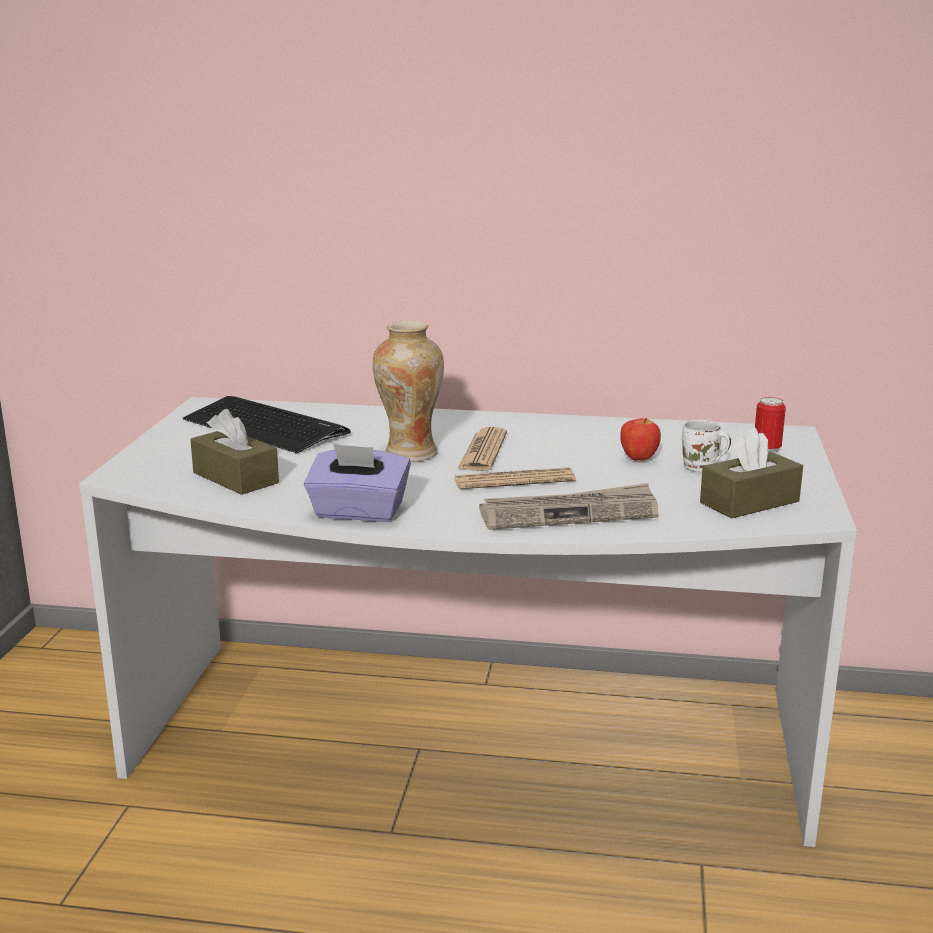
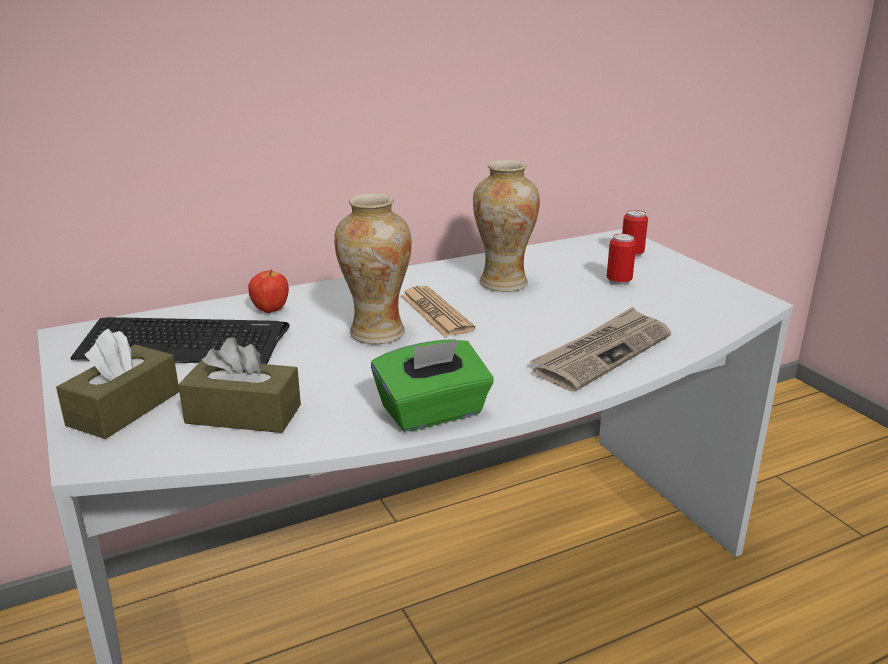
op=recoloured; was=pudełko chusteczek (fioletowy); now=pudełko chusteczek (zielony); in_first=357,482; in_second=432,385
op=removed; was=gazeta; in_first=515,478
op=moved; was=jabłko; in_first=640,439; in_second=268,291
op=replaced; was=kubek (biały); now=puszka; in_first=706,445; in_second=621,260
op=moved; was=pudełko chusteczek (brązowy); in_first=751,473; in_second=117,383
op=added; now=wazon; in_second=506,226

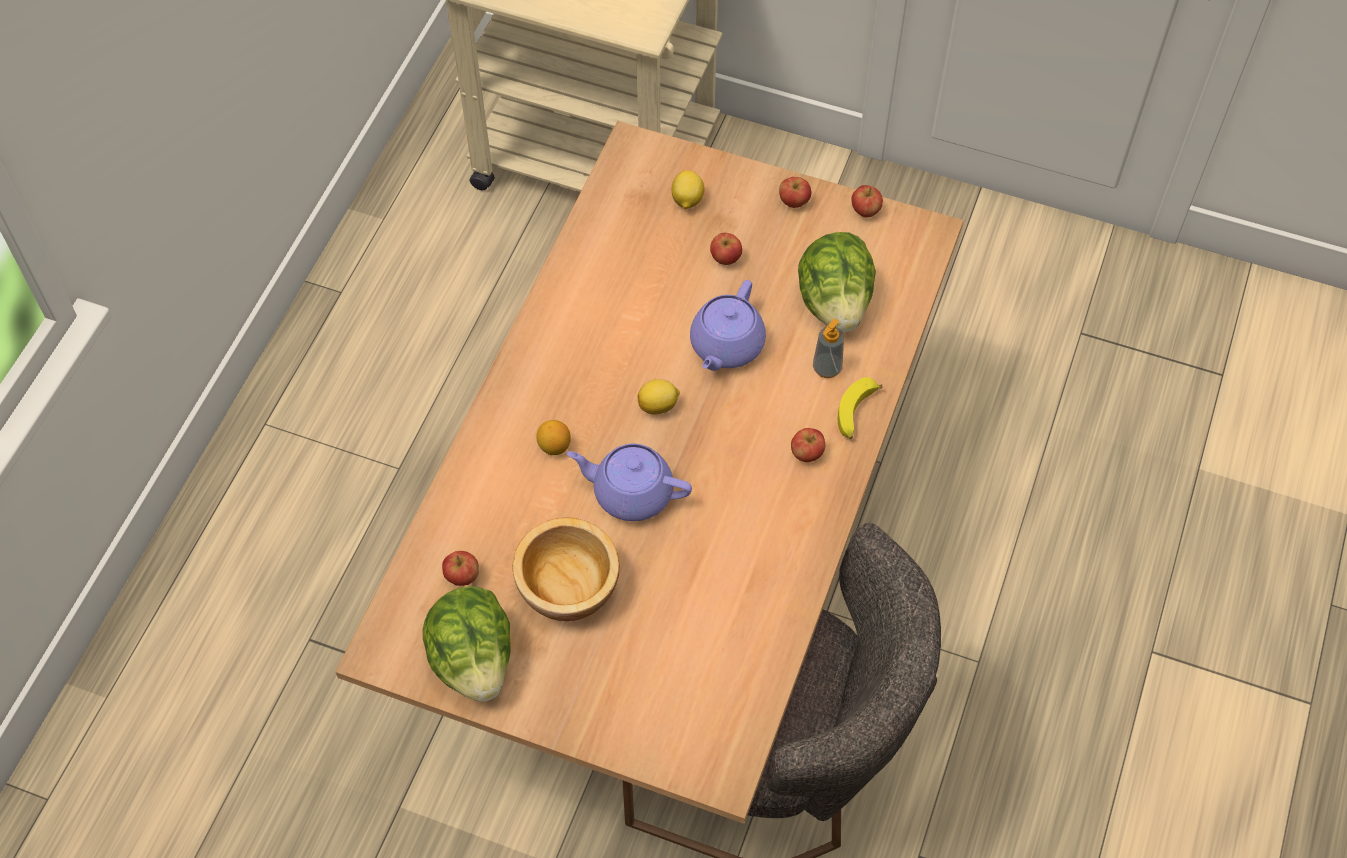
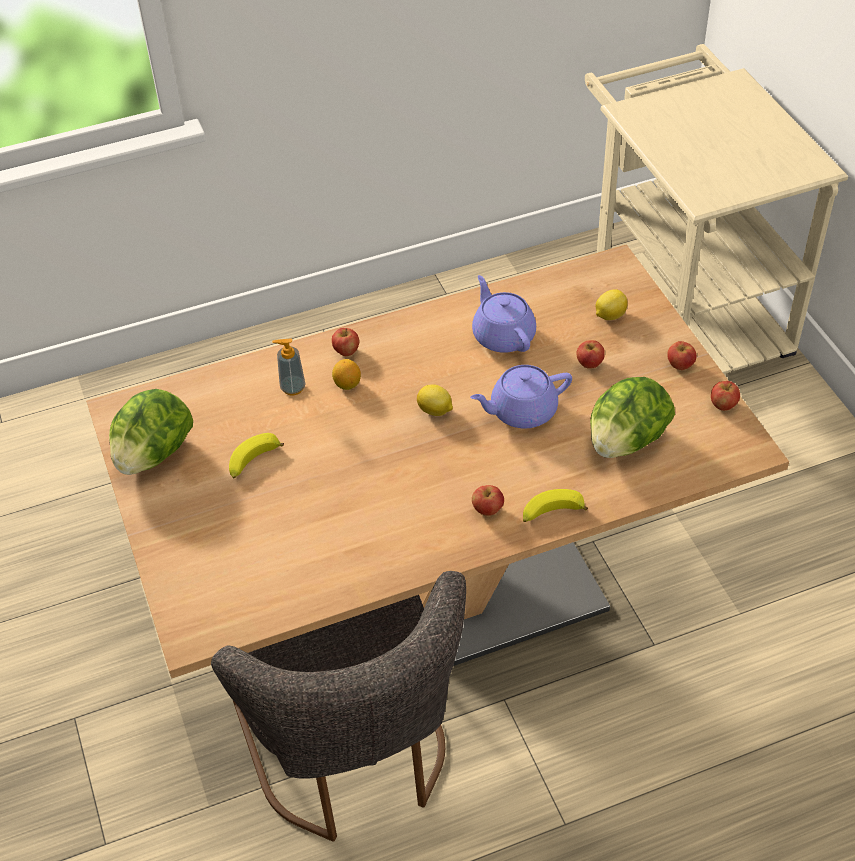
op=moved; was=jabłko; in_first=460,568; in_second=345,342
op=replaced; was=miska; now=banan; in_first=566,569; in_second=256,455
op=moved; was=imbryk (fioletowy); in_first=629,482; in_second=504,314
op=moved; was=dozownik mydła; in_first=828,348; in_second=289,367

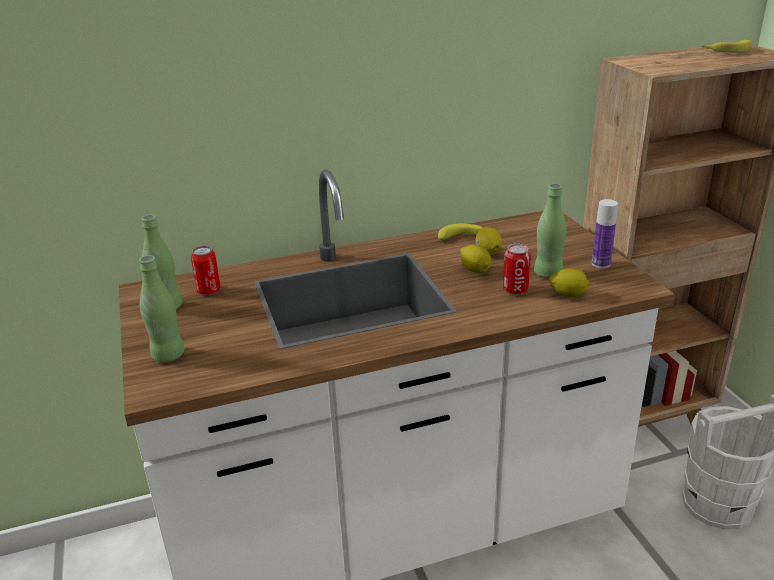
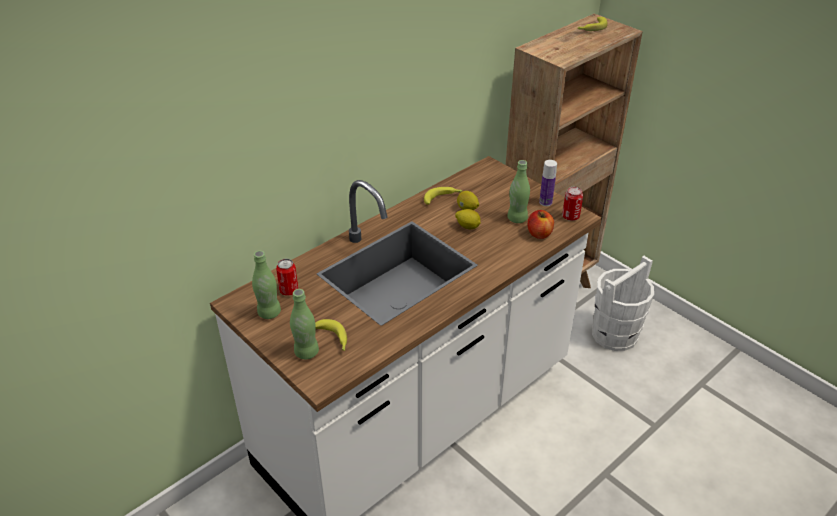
op=moved; was=puszka; in_first=517,269; in_second=572,204
op=replaced; was=cytryna; now=jabłko; in_first=569,282; in_second=541,224
op=added; now=banan; in_second=331,335

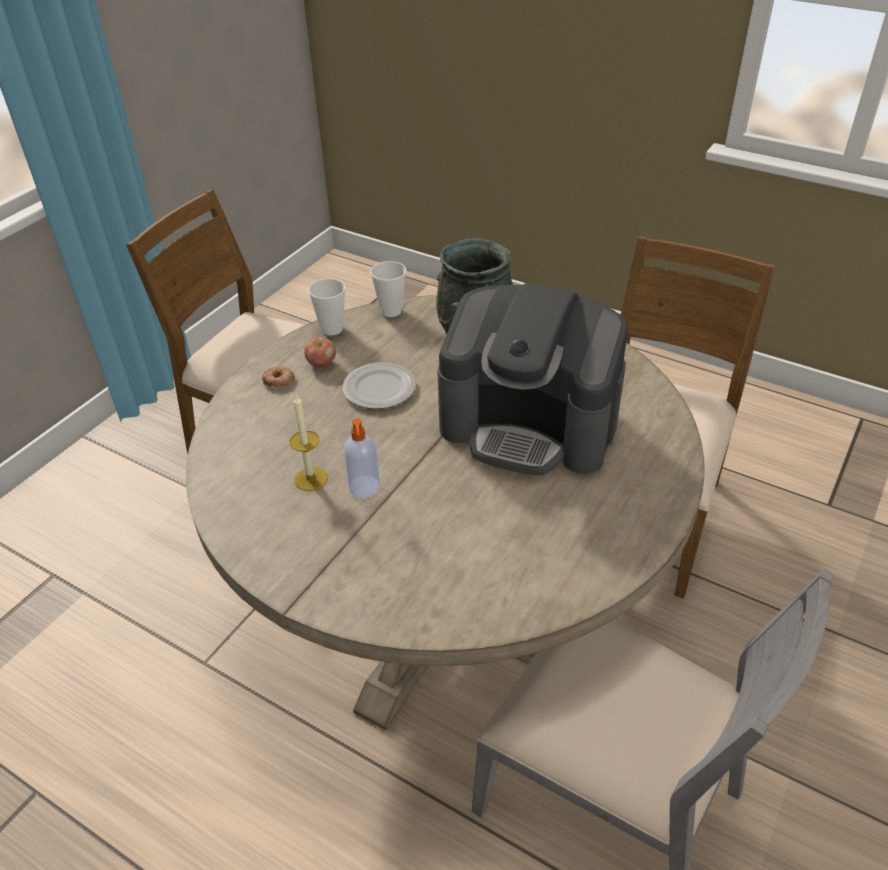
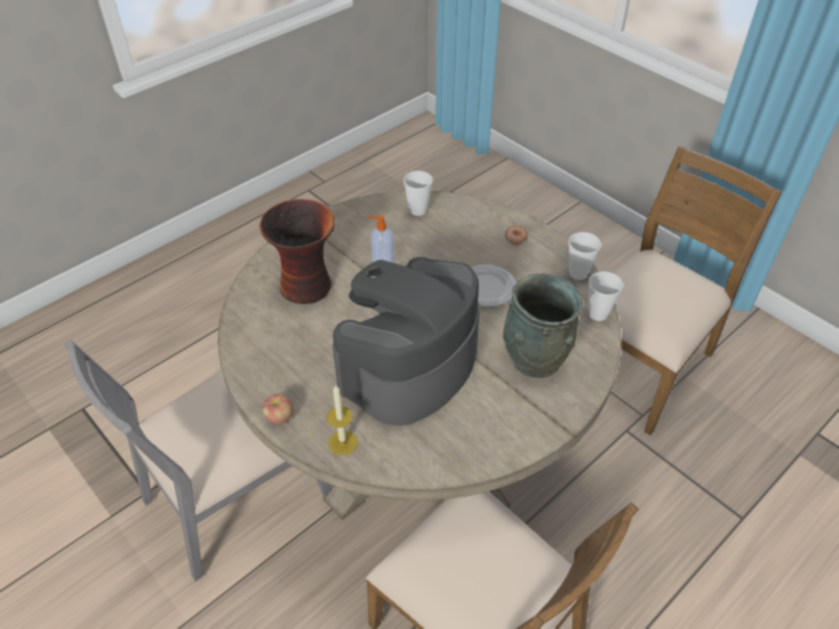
op=moved; was=świeca; in_first=309,442; in_second=342,419
op=moved; was=jabłko; in_first=320,352; in_second=278,409
op=added; now=wazon; in_second=297,251
op=added; now=filiżanka; in_second=418,193

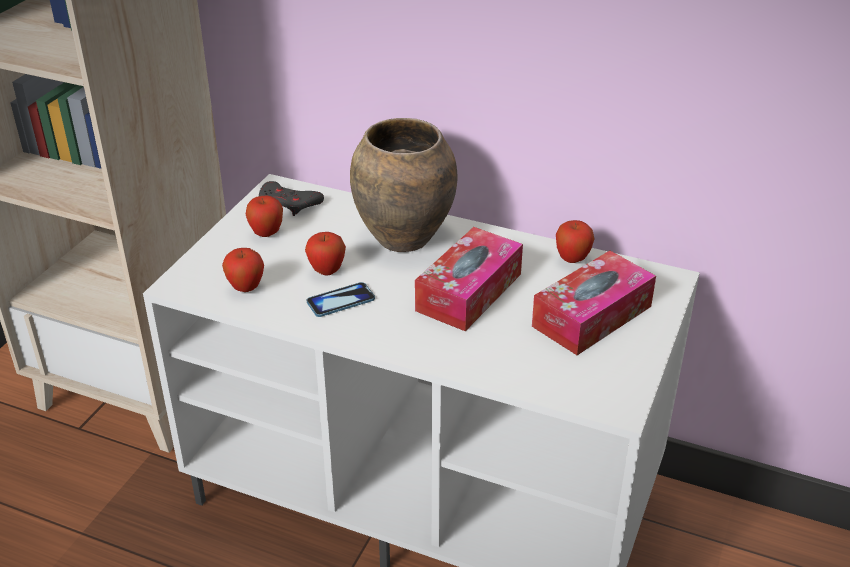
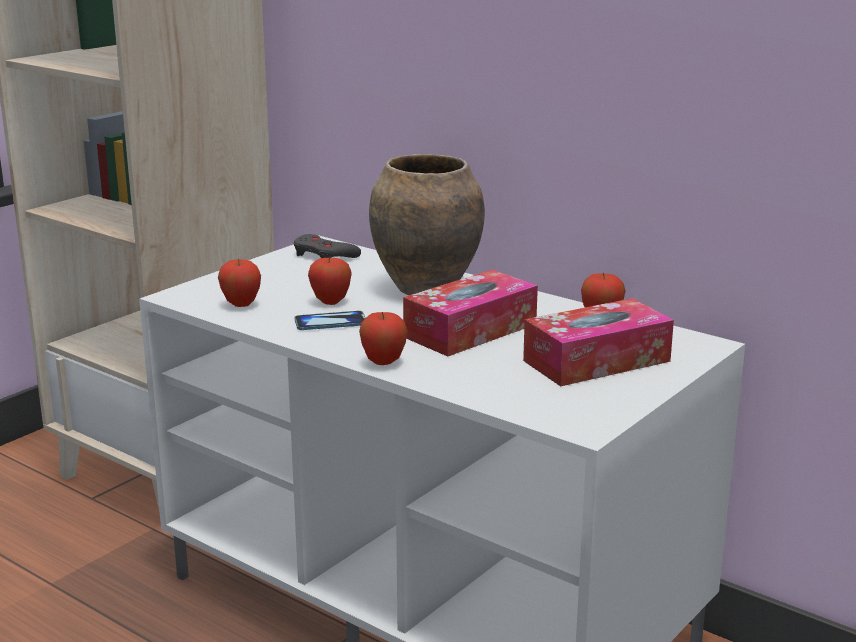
op=moved; was=jabłko; in_first=264,216; in_second=383,338

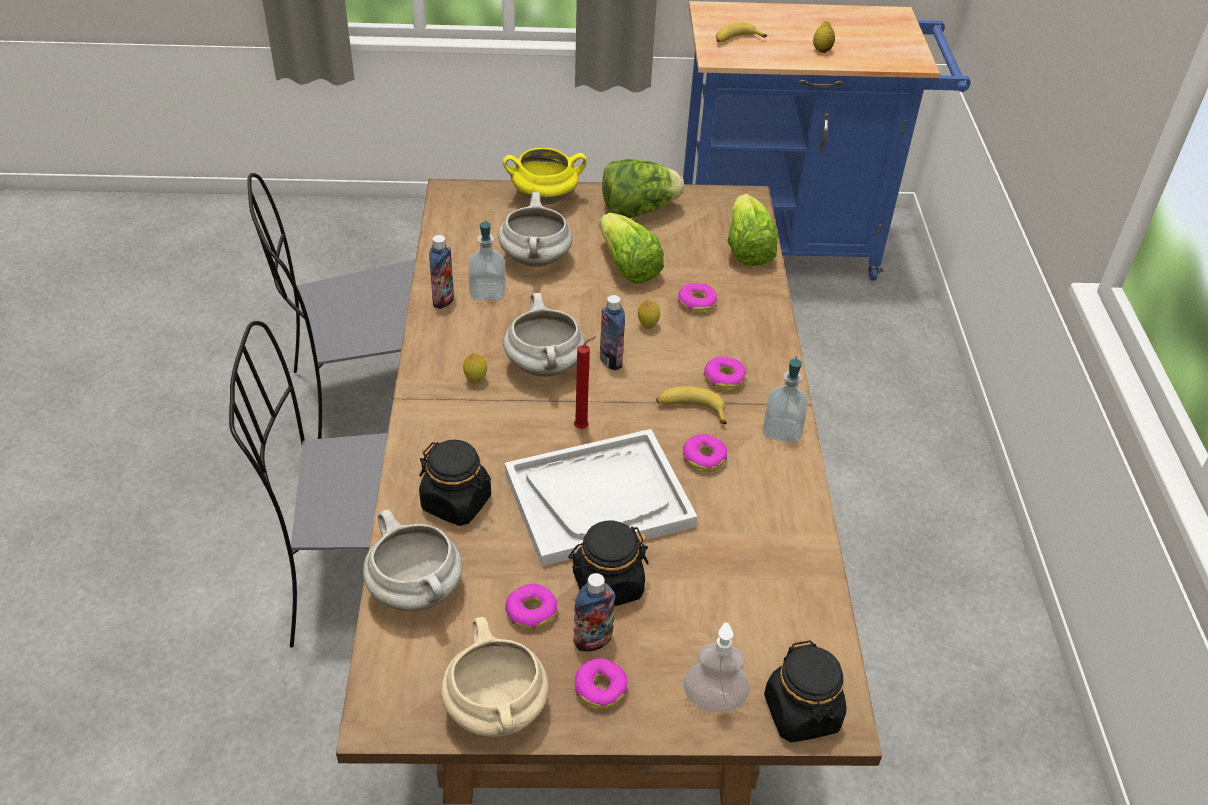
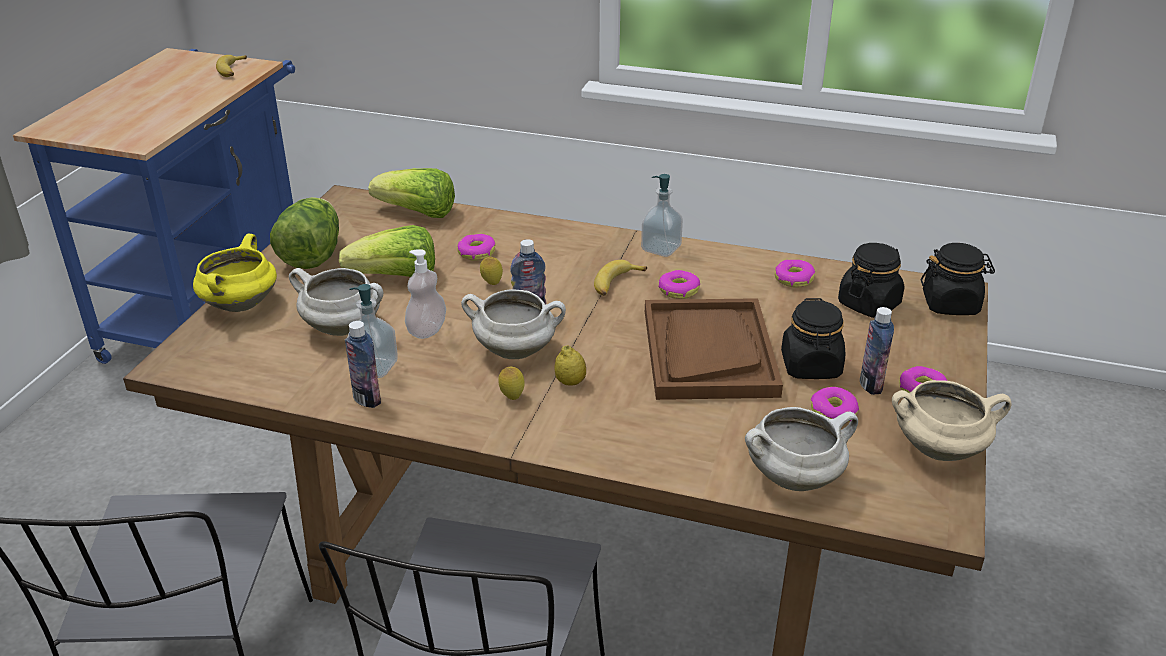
op=moved; was=słoik (czarny); in_first=455,483; in_second=871,280
op=recoloured; was=taca (biały); now=taca (brązowy); in_first=601,497; in_second=714,349
op=removed; was=świeca (czerwony); in_first=585,382
op=moved; was=dozownik mydła; in_first=716,667; in_second=425,294
op=moved; was=donut; in_first=725,373; in_second=795,274
op=moved; was=banan; in_first=741,33; in_second=231,66
op=moved; was=cytryna; in_first=824,37; in_second=570,365

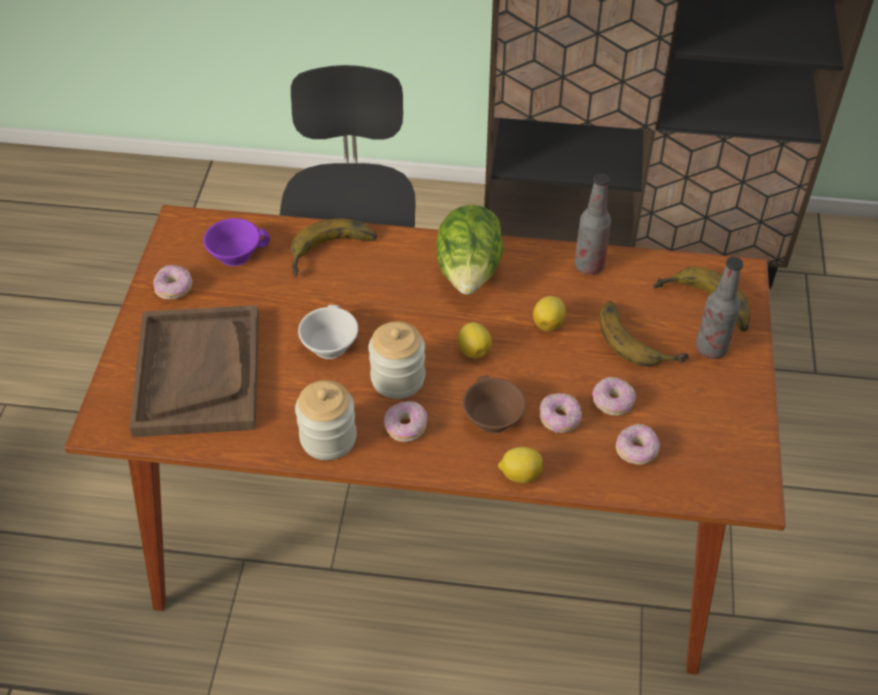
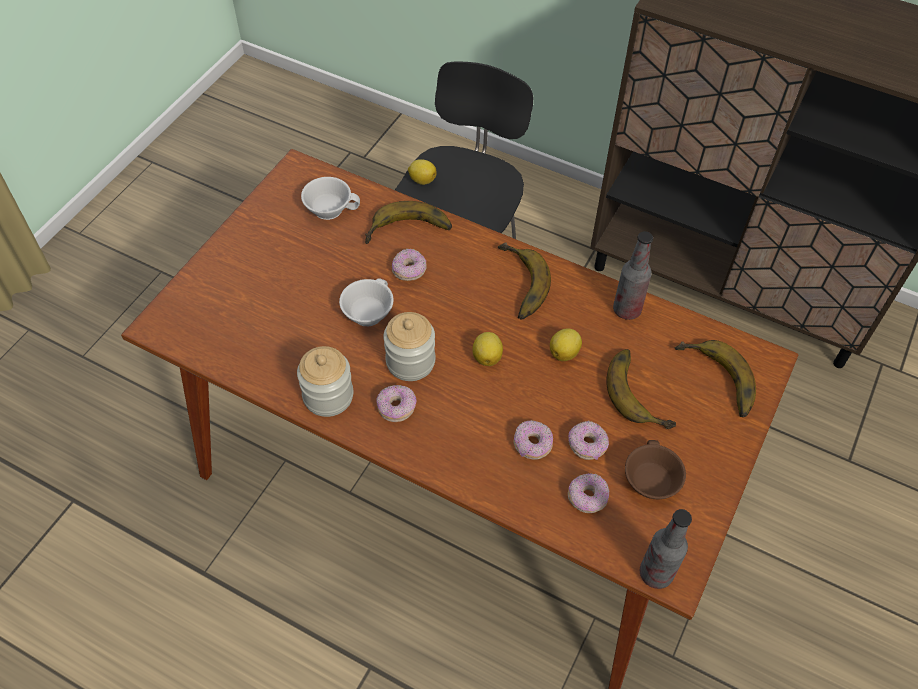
op=removed; was=taca (brązowy); in_first=194,371
op=moved; was=donut; in_first=172,282; in_second=409,264
op=recoloured; was=filiżanka (fioletowy); now=filiżanka (biały); in_first=236,242; in_second=330,198
op=replaced; was=sałata; now=banan; in_first=470,250; in_second=524,281
op=moved; was=filiżanka (brązowy); in_first=494,404; in_second=655,469
op=moved; was=cytryna; in_first=520,465; in_second=422,172
op=moved; was=butelka; in_first=719,308; in_second=666,549

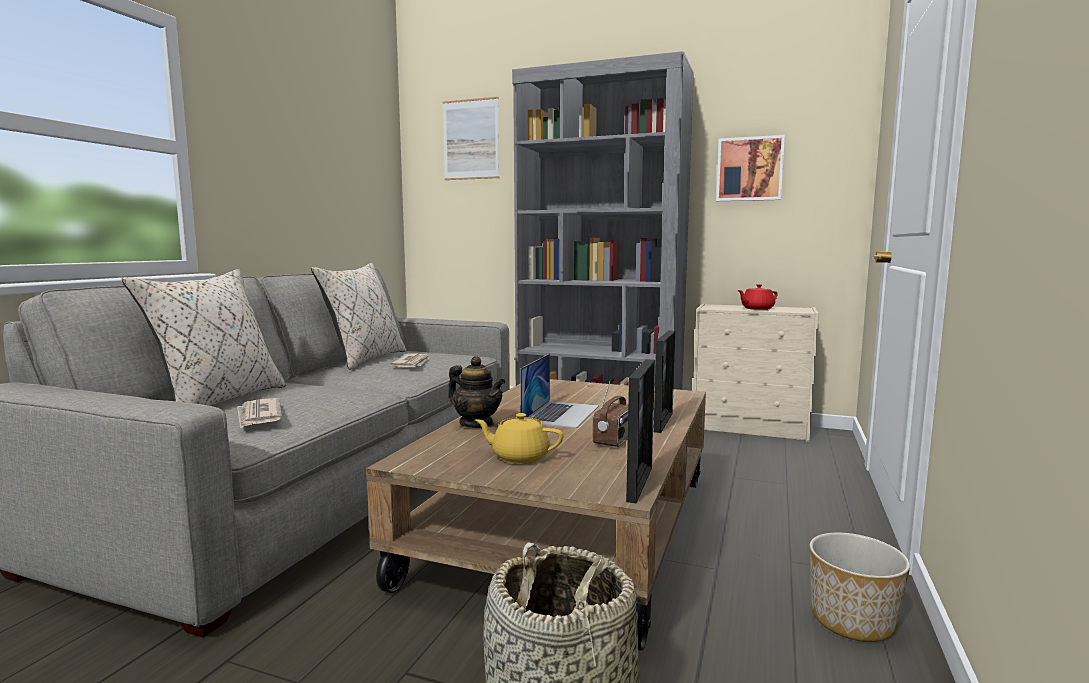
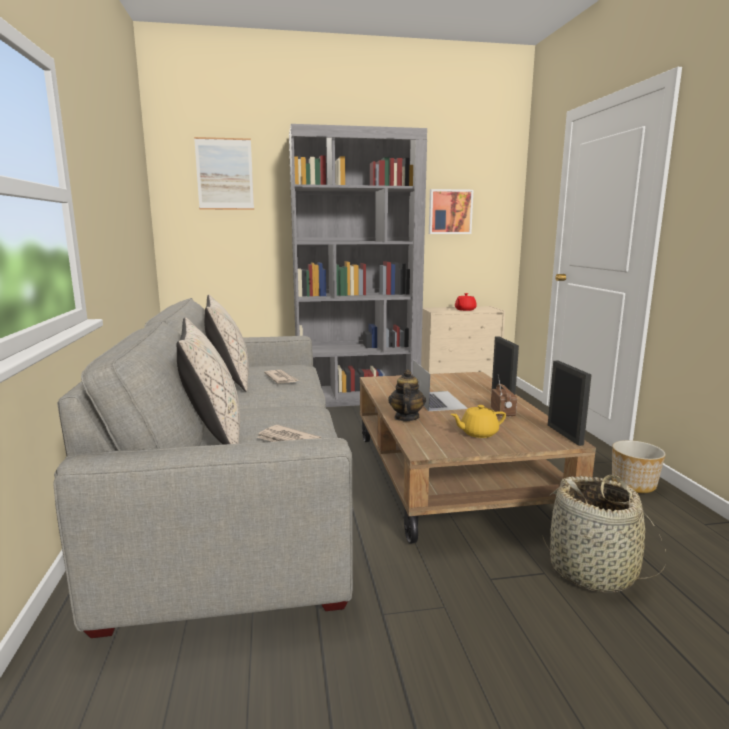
op=turned; was=imbryk; in_first=476,392; in_second=407,395; clockwise=-90

